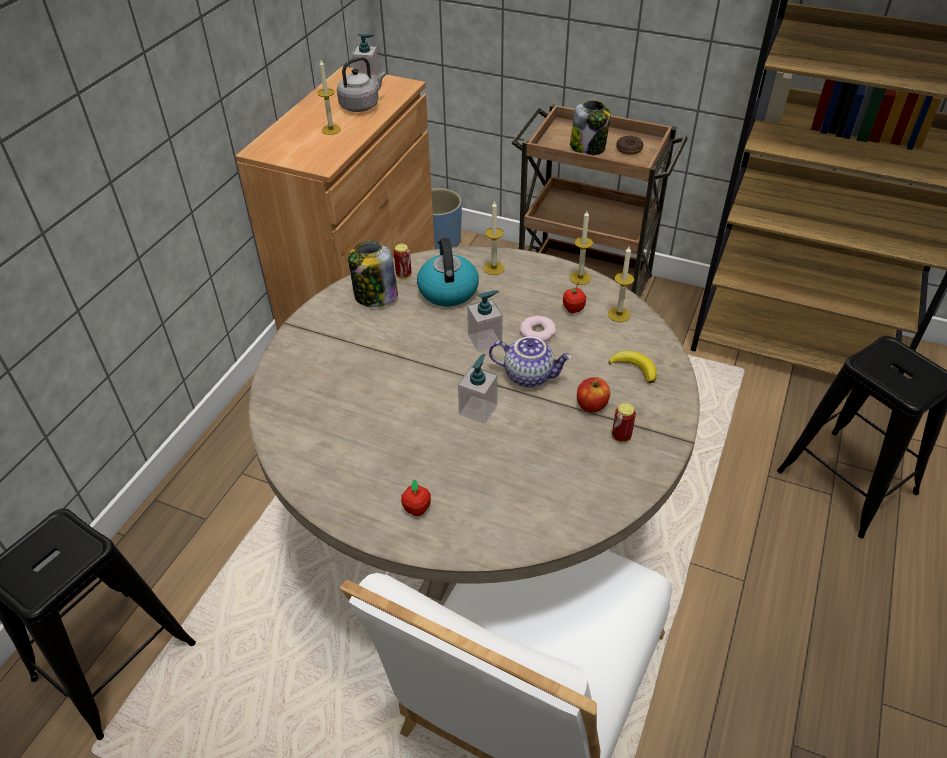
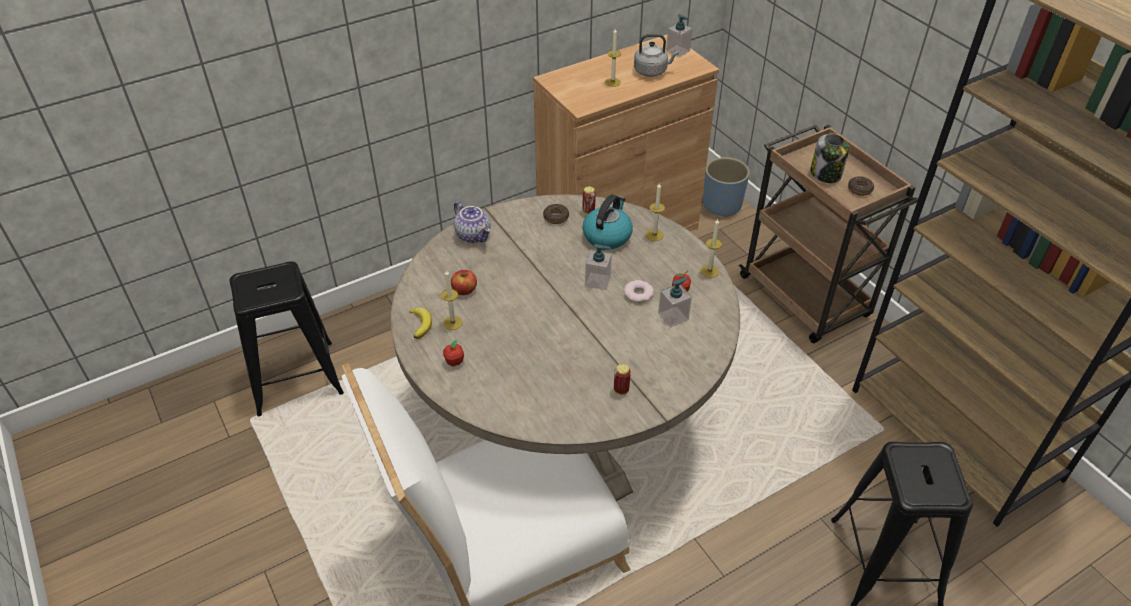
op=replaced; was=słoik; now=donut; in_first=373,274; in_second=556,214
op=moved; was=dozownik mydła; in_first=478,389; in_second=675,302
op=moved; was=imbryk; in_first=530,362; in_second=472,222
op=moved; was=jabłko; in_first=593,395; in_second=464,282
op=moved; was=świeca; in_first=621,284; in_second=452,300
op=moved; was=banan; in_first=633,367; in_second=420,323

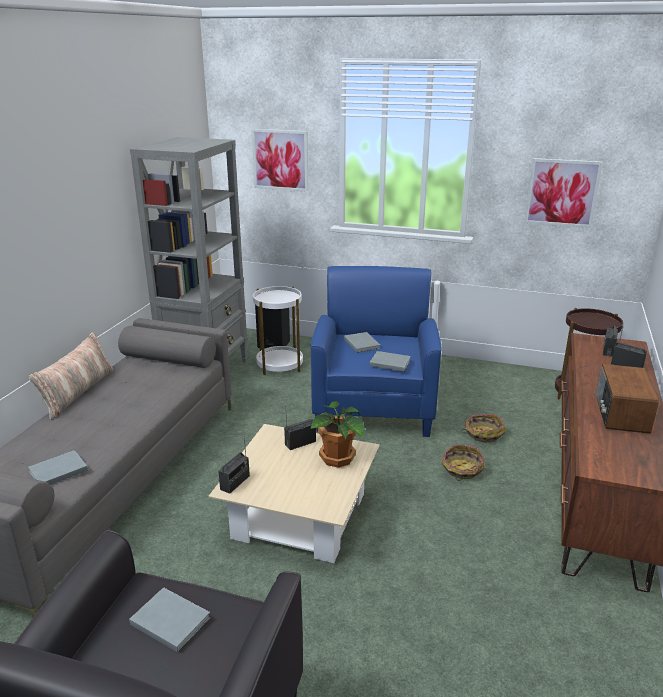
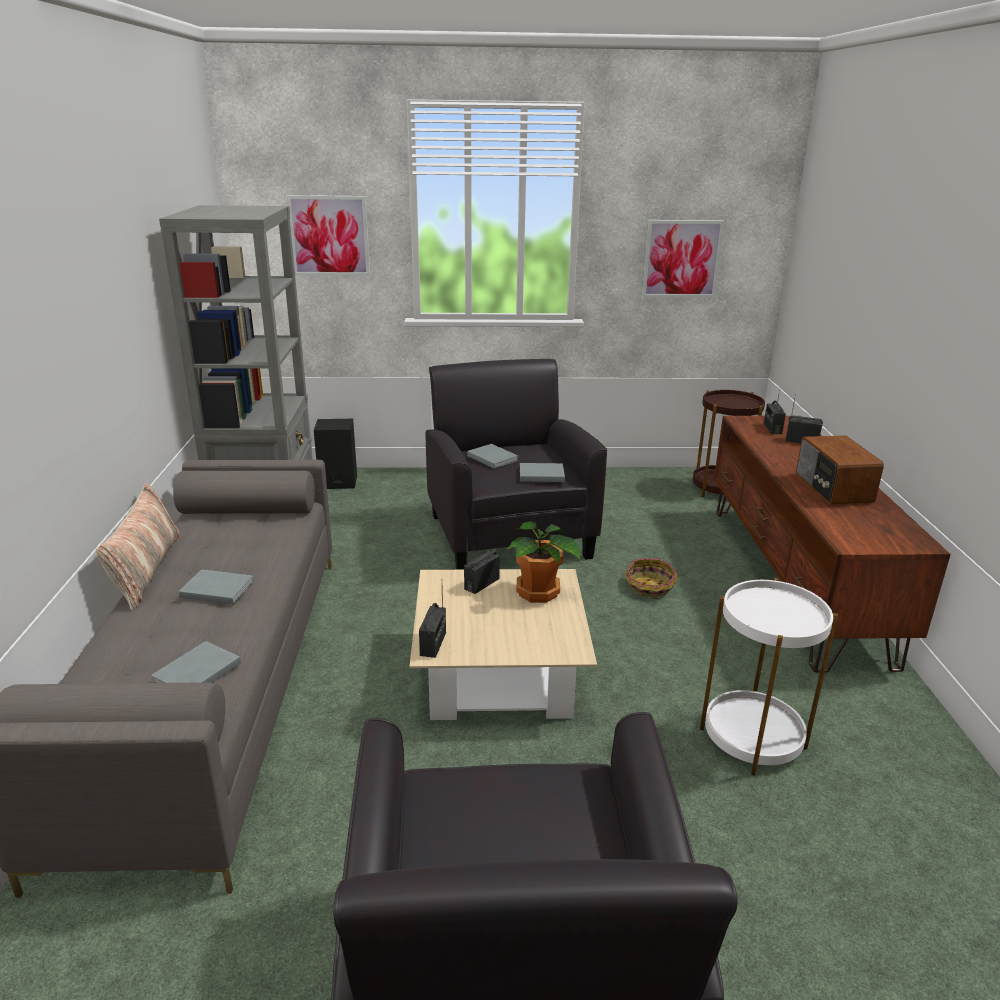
op=moved; was=książka (szary); in_first=170,620; in_second=216,586
op=moved; was=stolik (biały); in_first=278,330; in_second=769,676
op=recoloured; was=fotel (niebieski); now=fotel (czarny); in_first=376,351; in_second=516,464
op=removed; was=koszyk; in_first=483,428

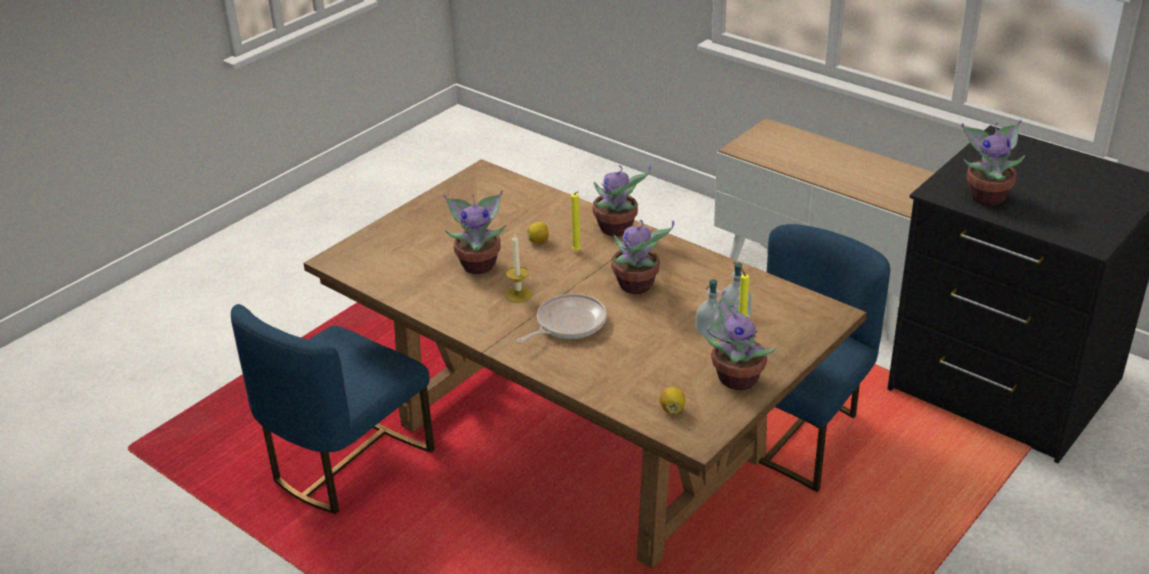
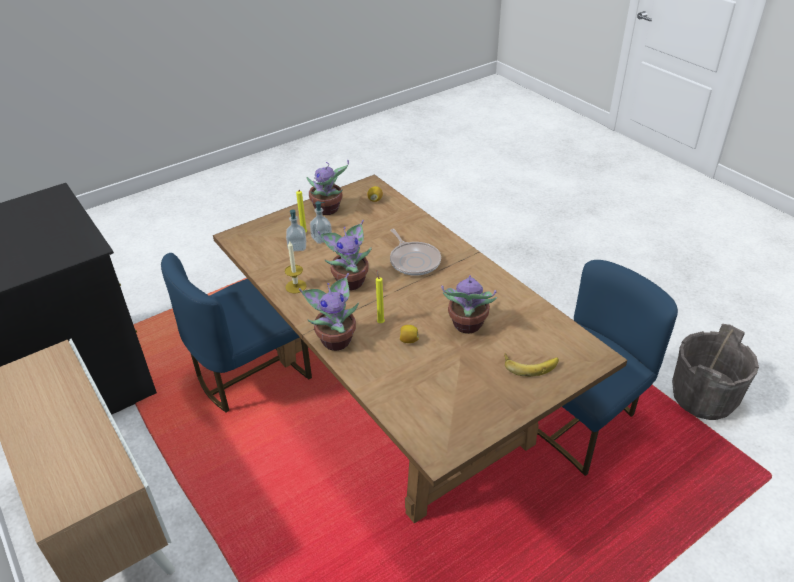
op=moved; was=świeca; in_first=518,269; in_second=296,266
op=turned; was=patelnia; in_first=562,318; in_second=415,252; clockwise=-90
op=removed; was=roślina doniczkowa; in_first=993,162
op=added; now=banan; in_second=531,364
op=added; now=wiadro (szary); in_second=715,372

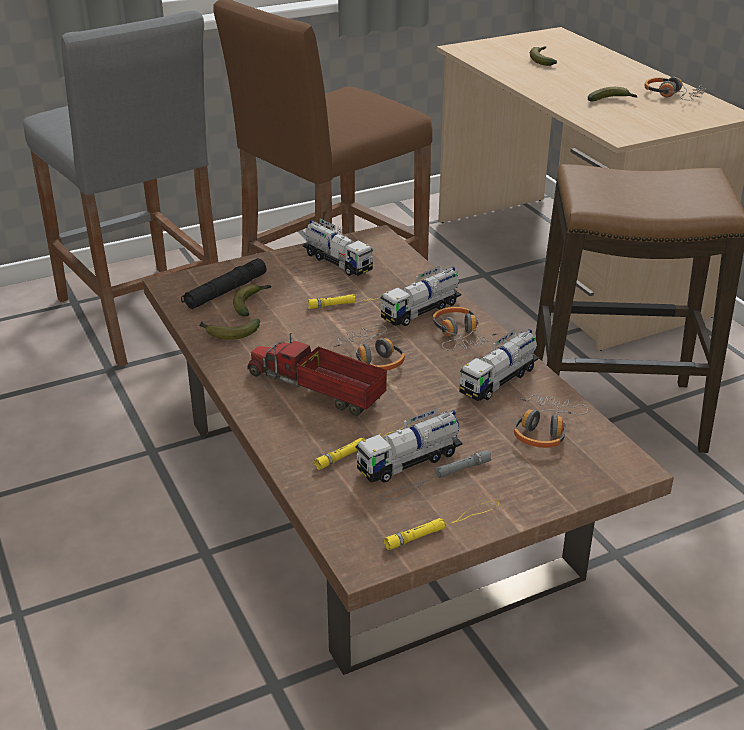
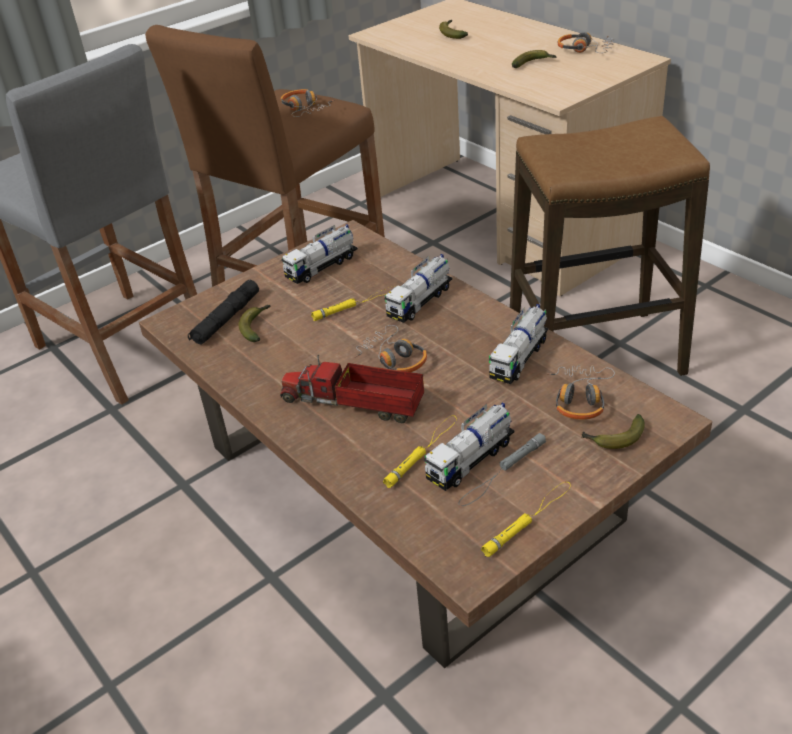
op=moved; was=banan; in_first=229,329; in_second=613,431
op=turned; was=ciężarówka zabawkowa; in_first=337,247; in_second=319,254; clockwise=105
op=moved; was=słuchawki; in_first=465,329; in_second=307,103

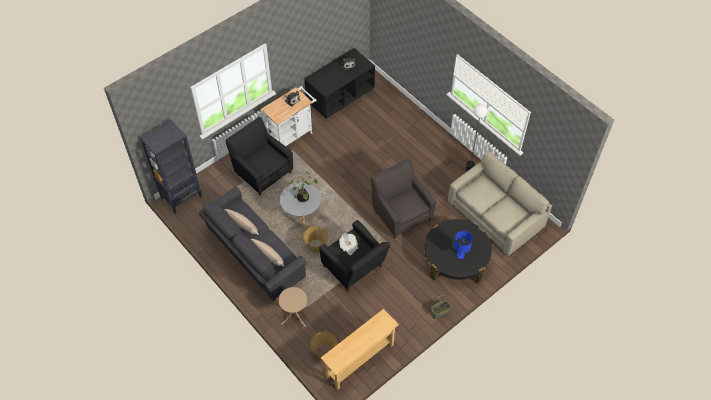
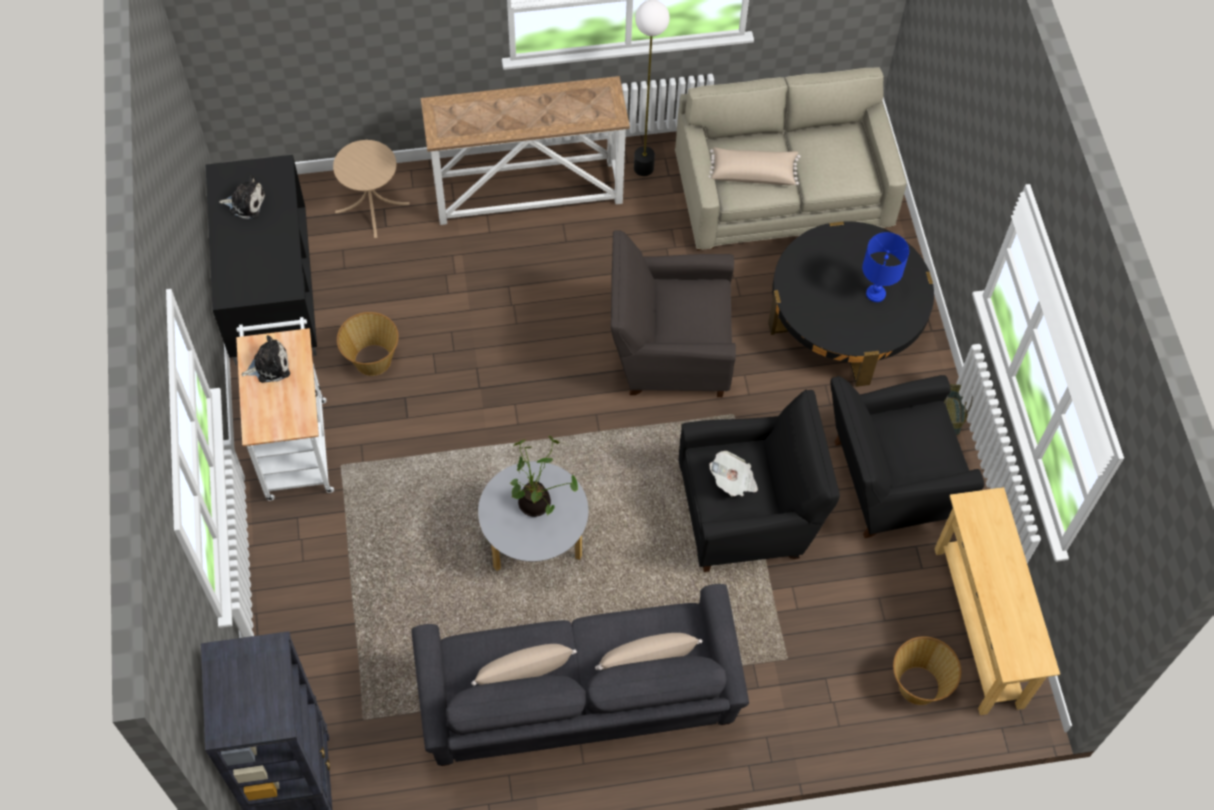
op=moved; was=fotel (czarny); in_first=259,156; in_second=907,456
op=moved; was=stolik (beżowy); in_first=293,306; in_second=371,189
op=moved; was=koszyk; in_first=315,239; in_second=368,344
op=added; now=stolik konsolowy; in_second=525,150
op=added; now=poduszka (beżowy); in_second=754,166

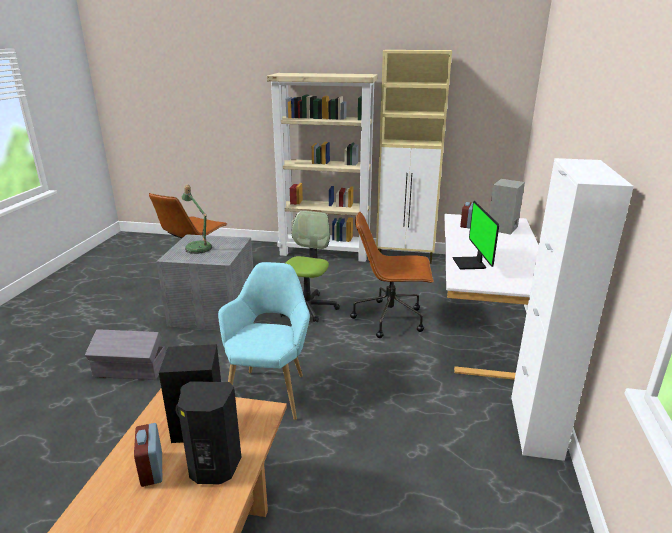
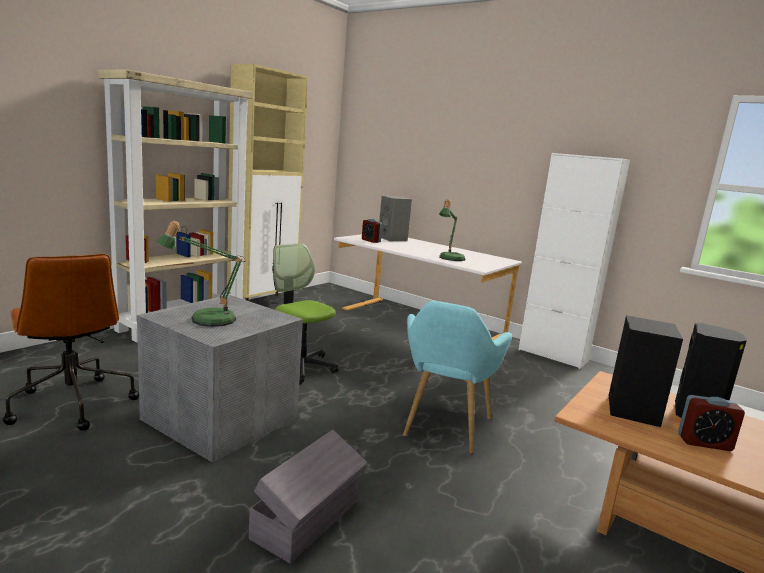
op=turned; was=fotel (turkusowy); in_first=264,341; in_second=457,377; clockwise=-105
op=removed; was=krzesło biurowe (brązowy); in_first=392,275
op=replaced; was=monitor; now=lampa stołowa; in_first=476,235; in_second=452,230

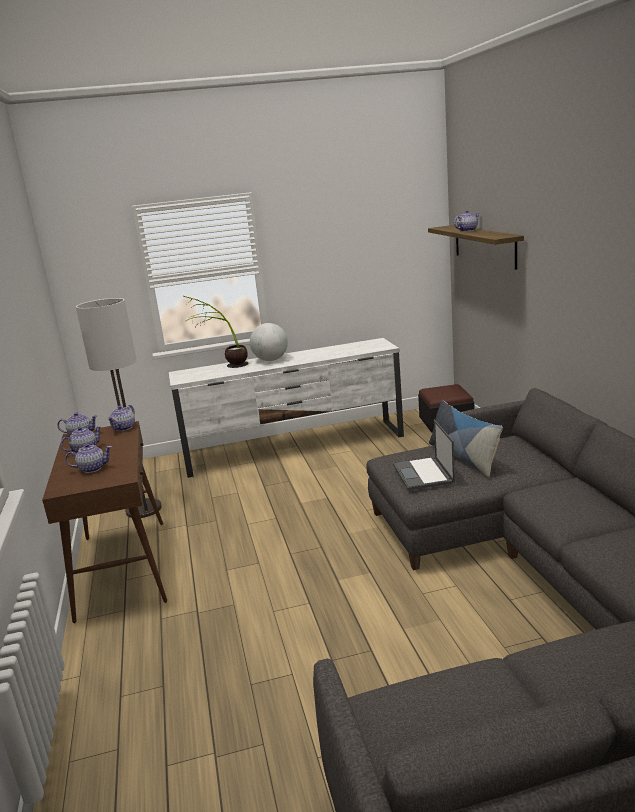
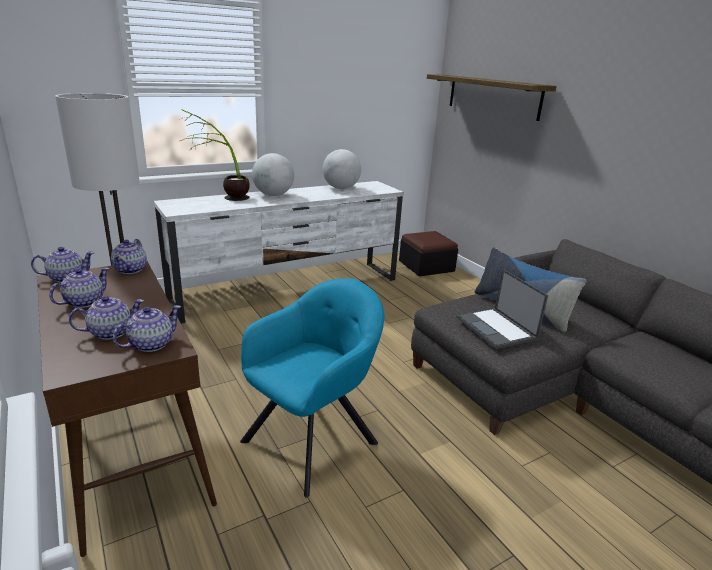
op=moved; was=imbryk; in_first=467,221; in_second=147,328
op=added; now=fotel (turkusowy); in_second=312,387
op=added; now=globus; in_second=342,169

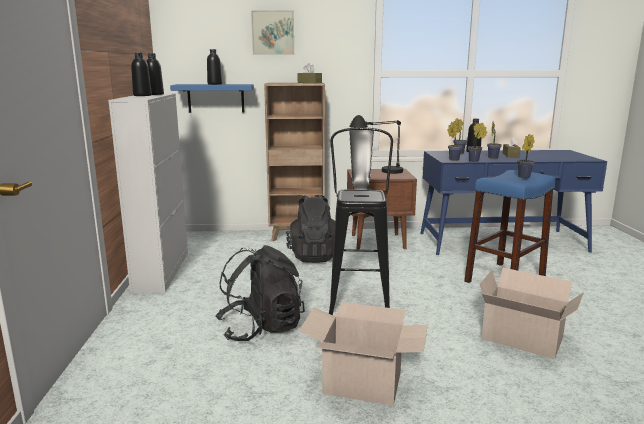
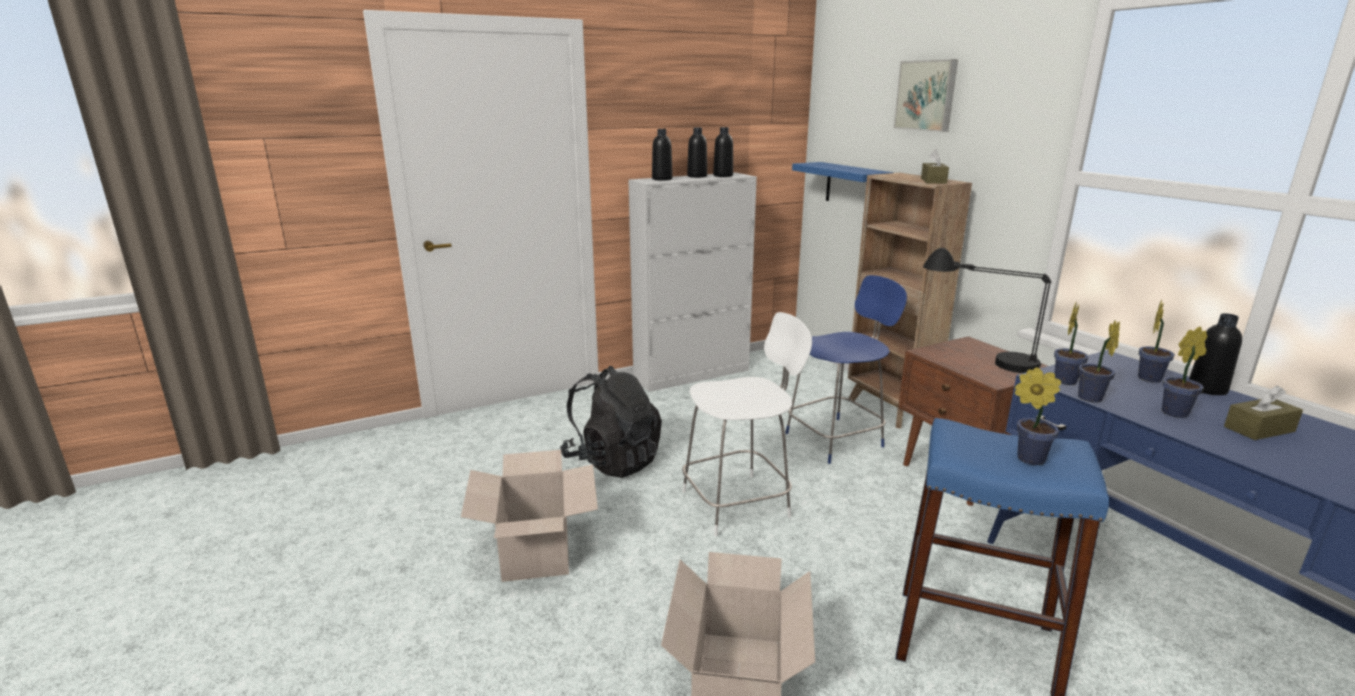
op=moved; was=butelka (czarny); in_first=214,67; in_second=662,155
op=replaced; was=plecak (czarny); now=krzesło (niebieski); in_first=310,229; in_second=846,369
op=replaced; was=stołek (czarny); now=krzesło (biały); in_first=361,221; in_second=747,424

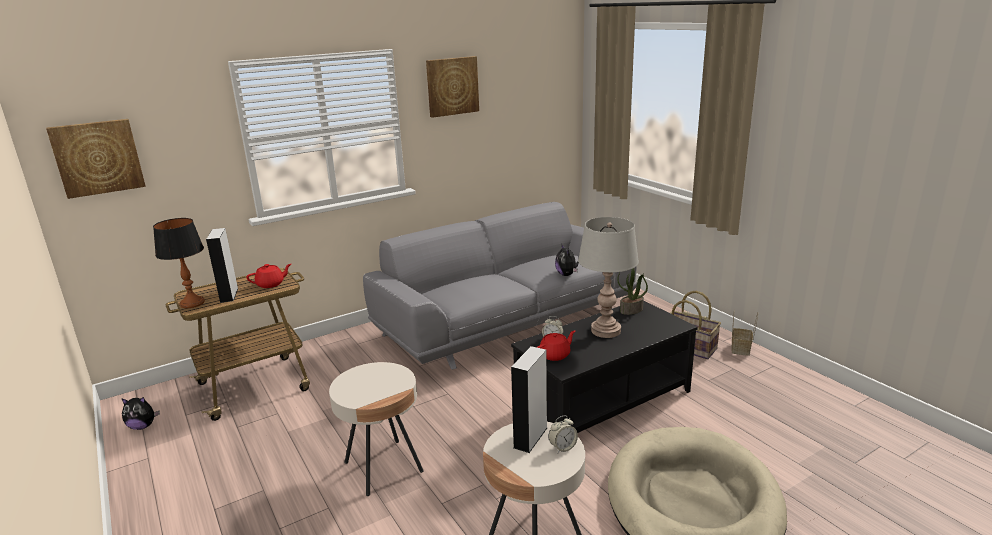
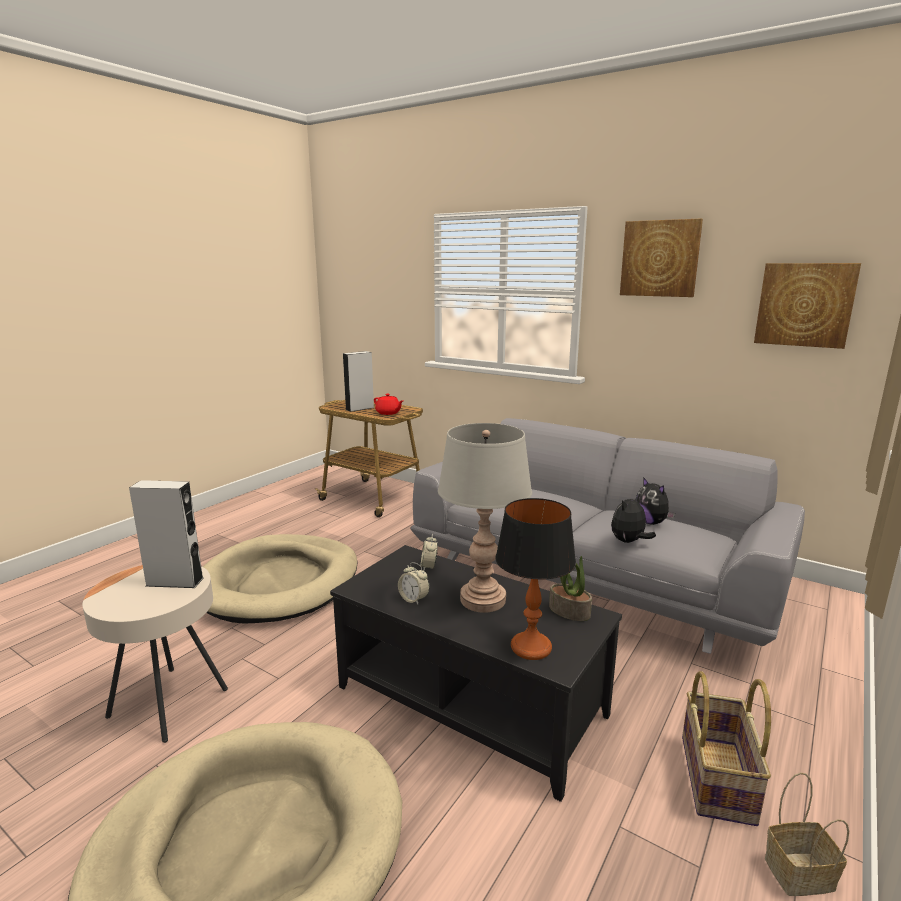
op=moved; was=obraz; in_first=96,159; in_second=807,306
op=moved; was=pluszak; in_first=140,413; in_second=655,501
op=moved; was=lampa stołowa; in_first=179,263; in_second=535,579
op=replaced; was=stolik (beżowy); now=legowisko (beżowy); in_first=376,429; in_second=280,579
op=removed; was=imbryk (czerwony); in_first=556,345
op=moved; was=budzik; in_first=563,434; in_second=413,583

